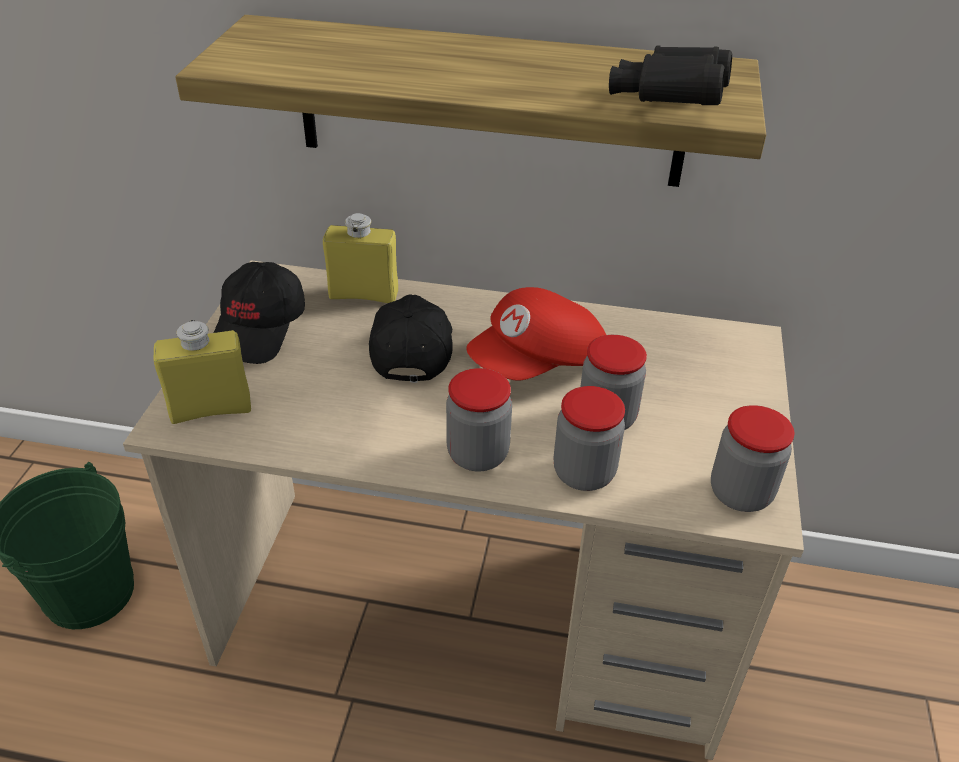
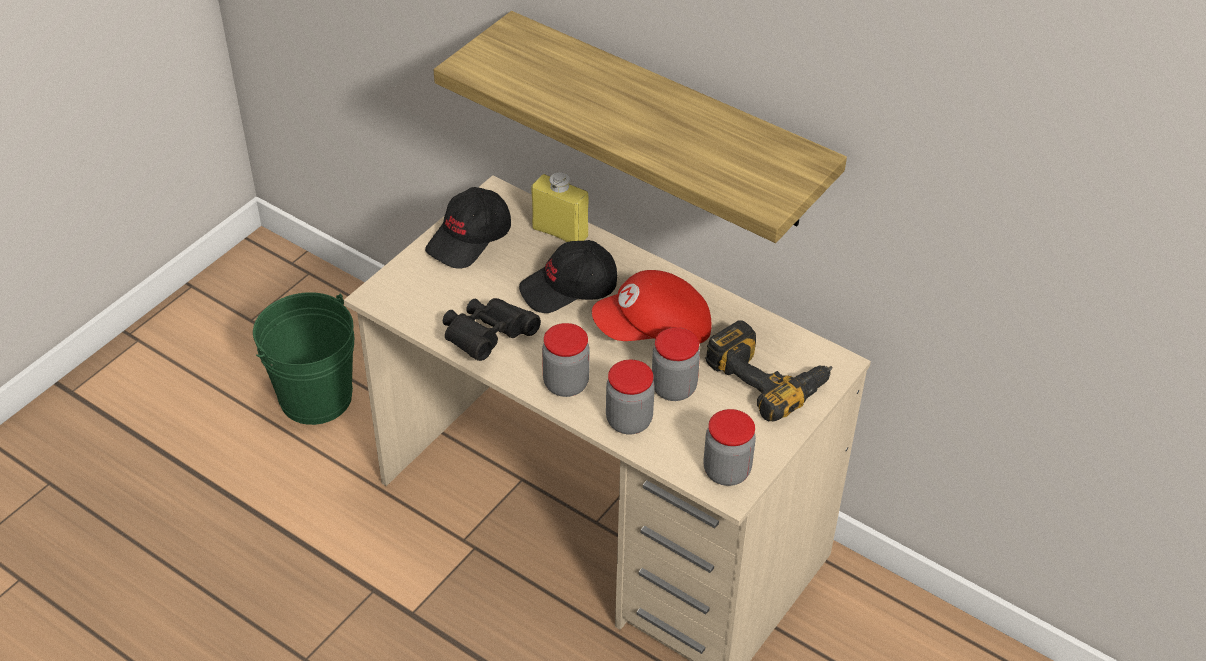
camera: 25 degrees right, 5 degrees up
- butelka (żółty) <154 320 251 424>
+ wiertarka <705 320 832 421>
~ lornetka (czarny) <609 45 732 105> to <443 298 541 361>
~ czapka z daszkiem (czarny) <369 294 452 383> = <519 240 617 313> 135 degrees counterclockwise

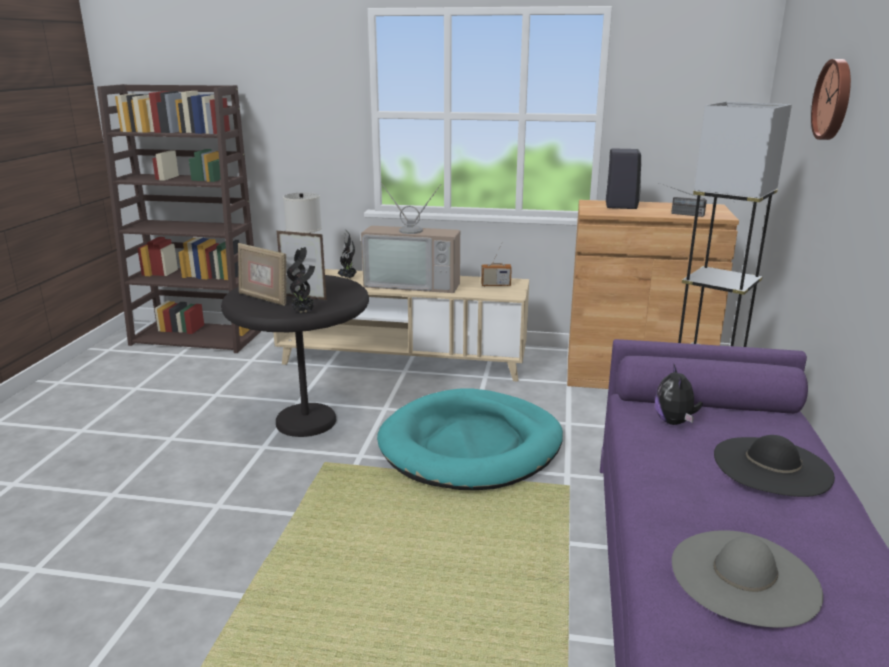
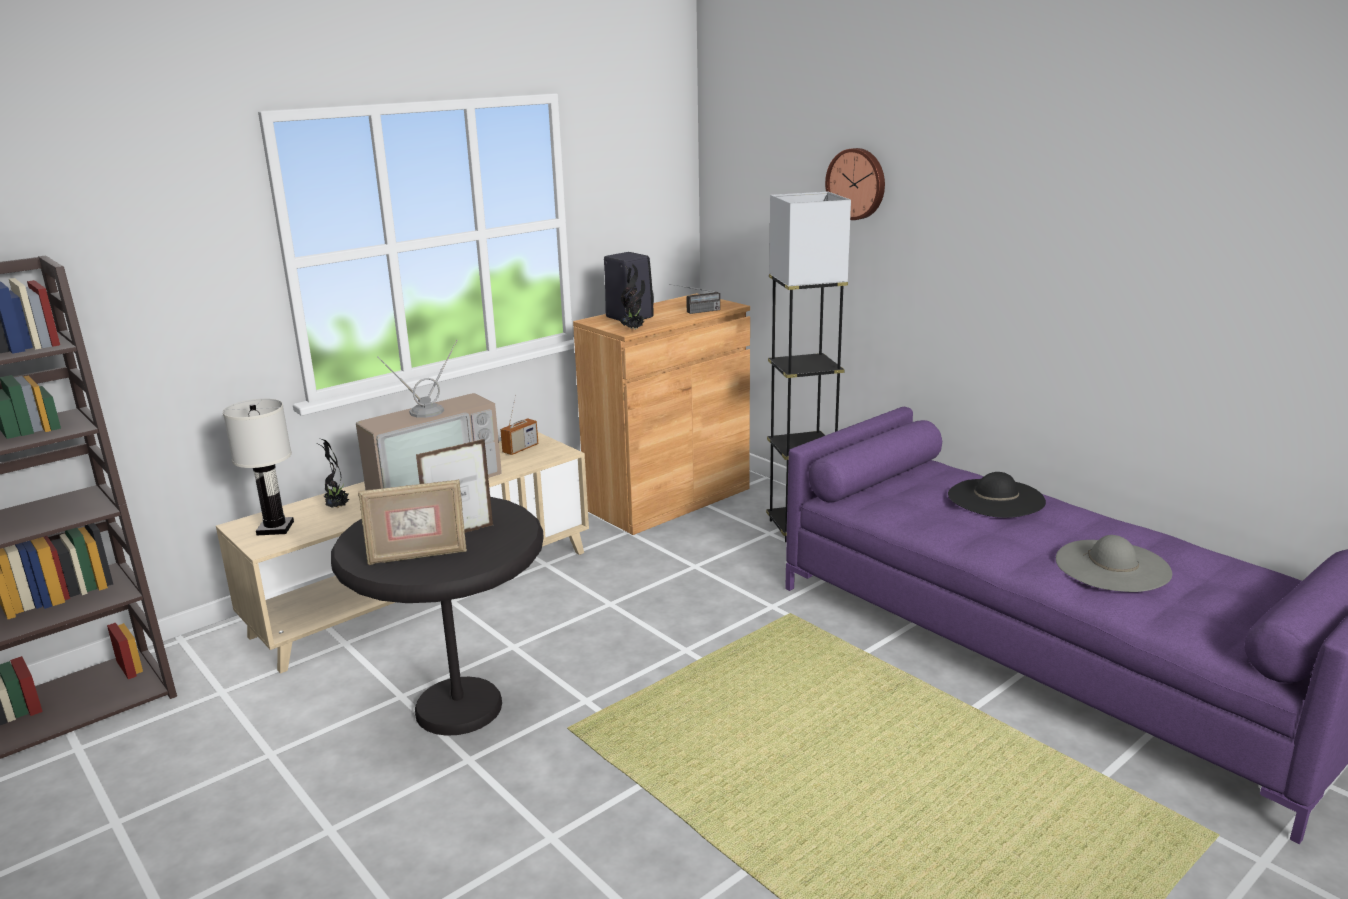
camera: 50 degrees left, 0 degrees up
- legowisko (turkusowy) <377 388 563 490>
- pluszak <655 365 703 425>
~ roślina doniczkowa <287 247 315 313> to <619 264 645 330>

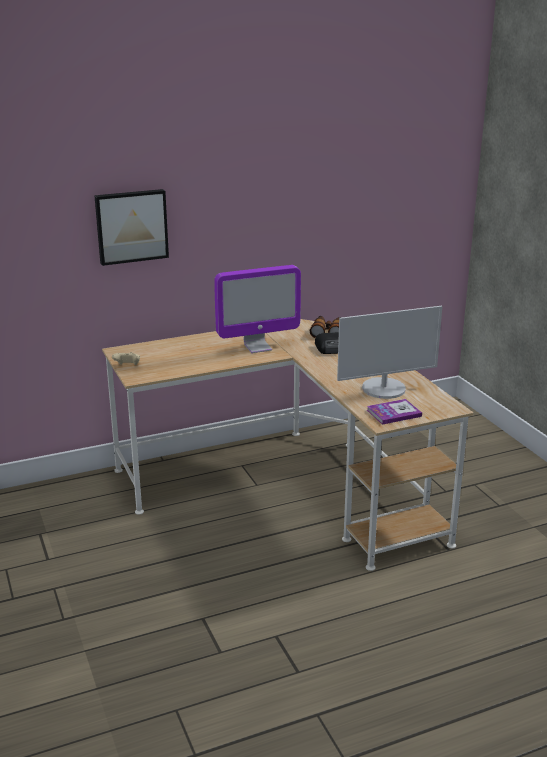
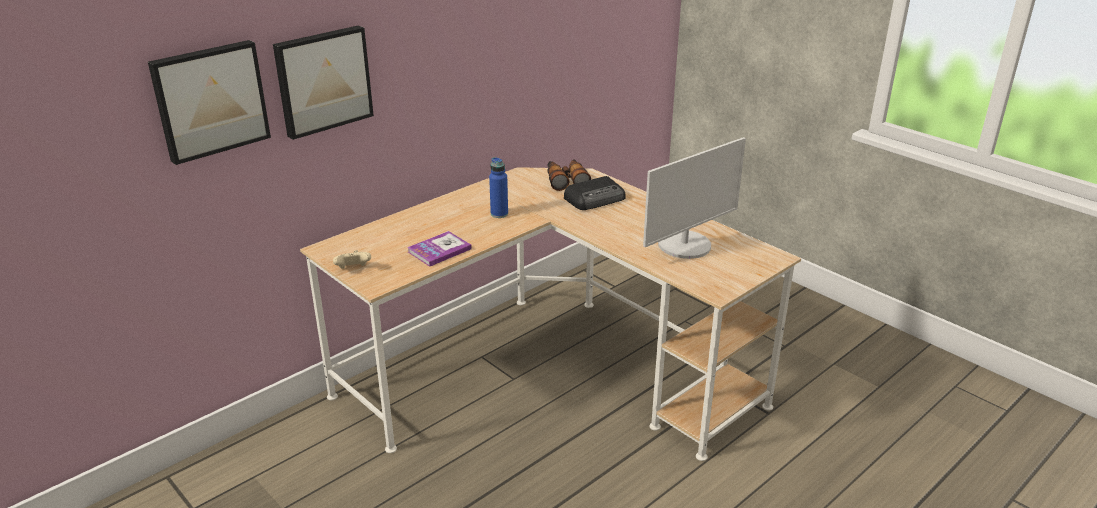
camera: 20 degrees left, 5 degrees up
+ obraz <148 40 271 165>
~ książka <367 399 422 425> to <407 231 472 267>
~ monitor <214 265 301 353> to butelka (niebieski) <489 157 508 218>

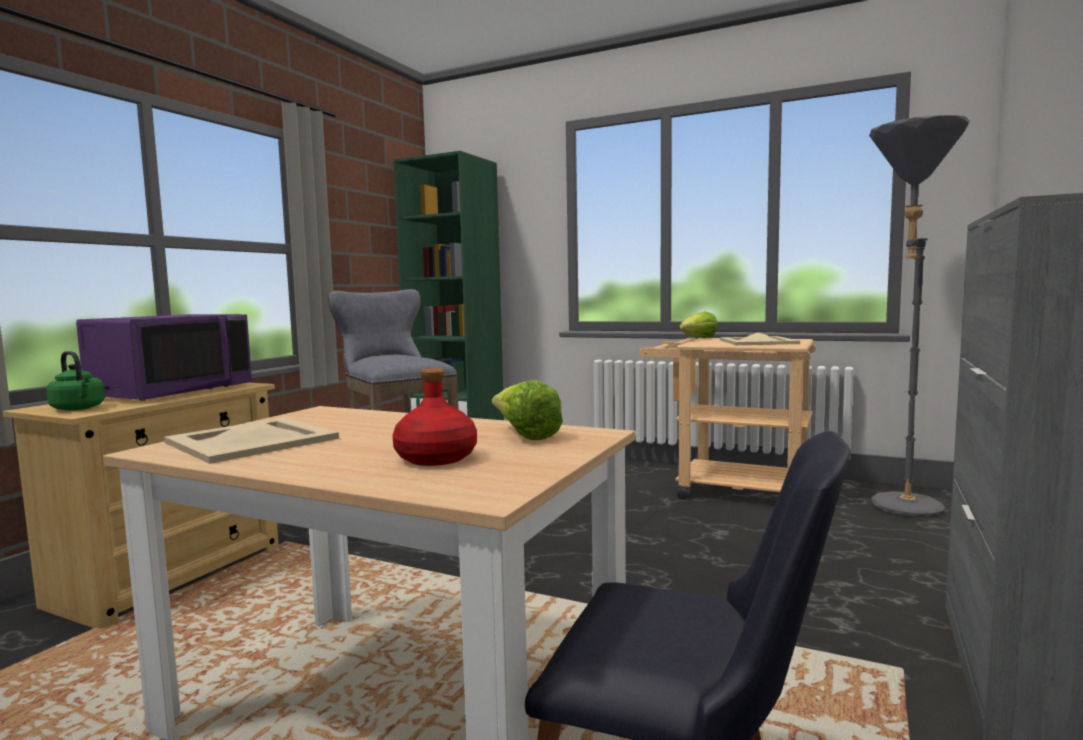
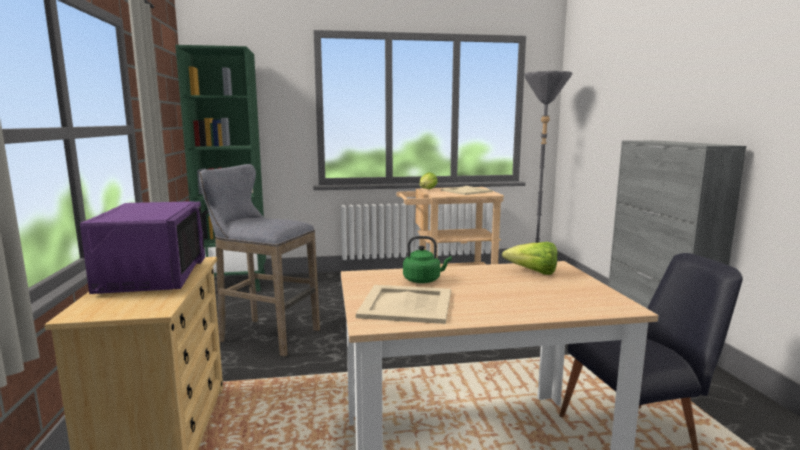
camera: 35 degrees left, 5 degrees up
- butelka (czerwony) <392 368 477 466>
~ czajnik (zielony) <46 351 105 411> to <403 236 452 283>

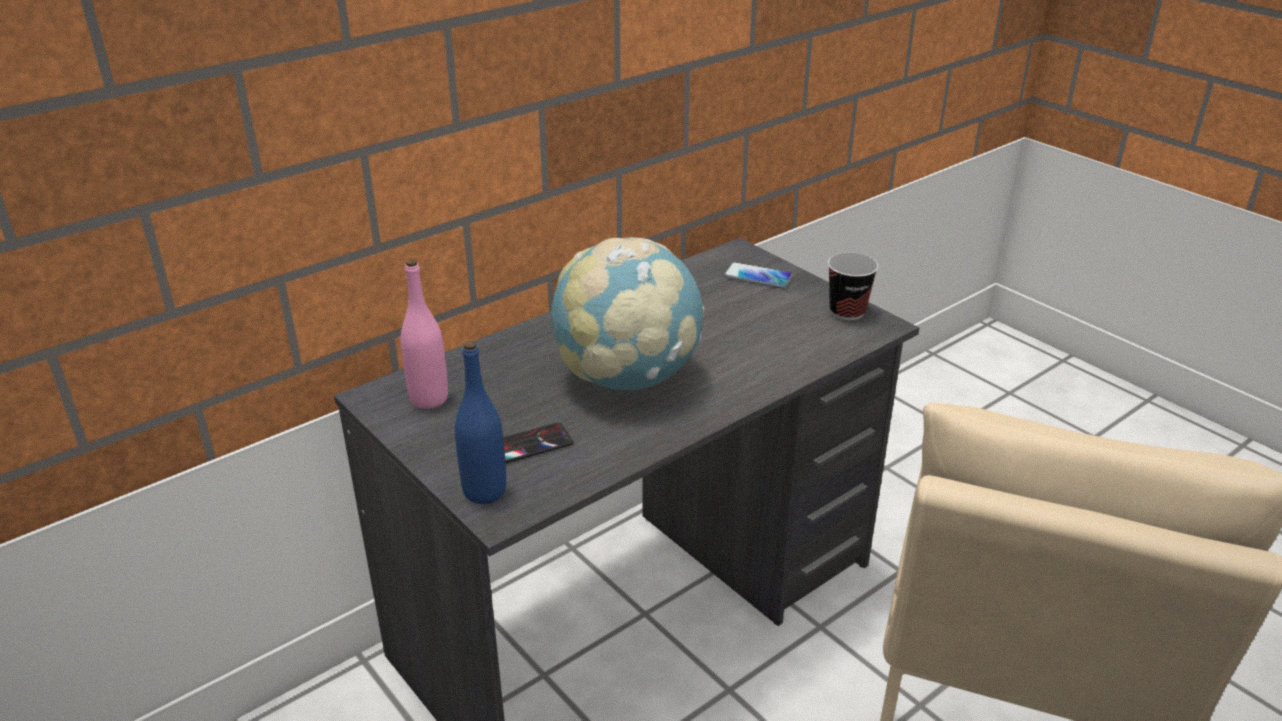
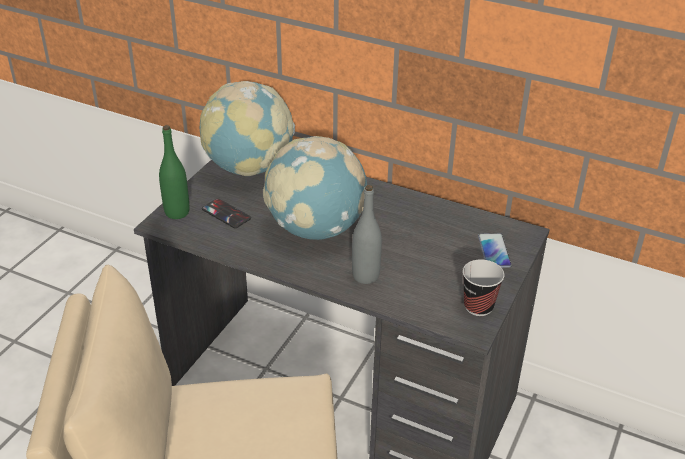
camera: 65 degrees right, 5 degrees up
+ butelka (szary) <352 185 382 284>
~ butelka (różowy) <401 259 448 409> to globus <200 81 295 176>
~ butelka (niebieski) <455 341 506 504> to butelka (zielony) <159 125 189 219>

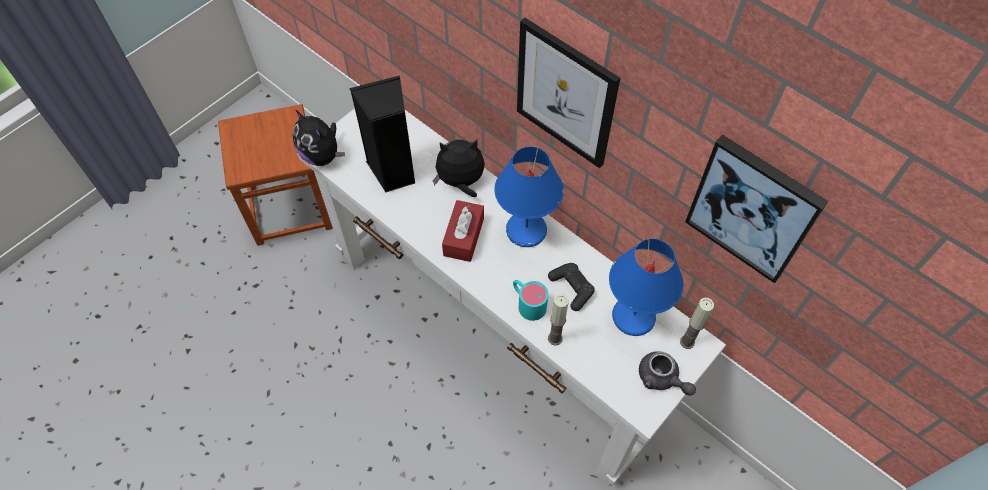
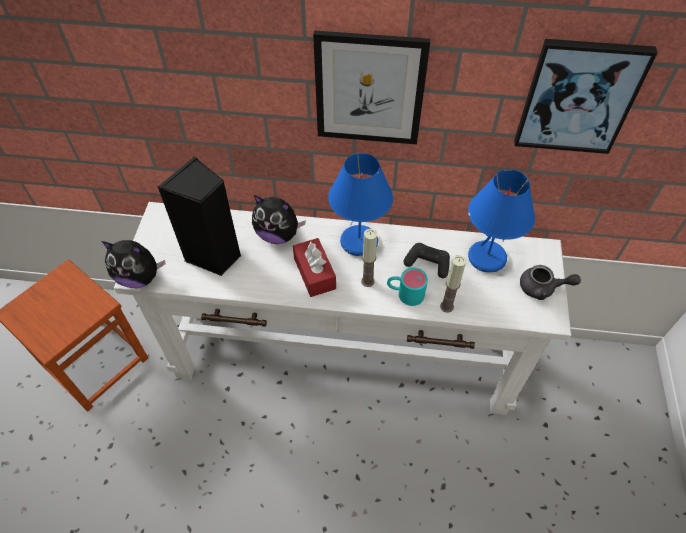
camera: 35 degrees left, 5 degrees down
~ świeca <680 298 714 349> to <361 229 377 287>
~ pluszak <433 140 485 197> = <252 195 306 244> 120 degrees counterclockwise

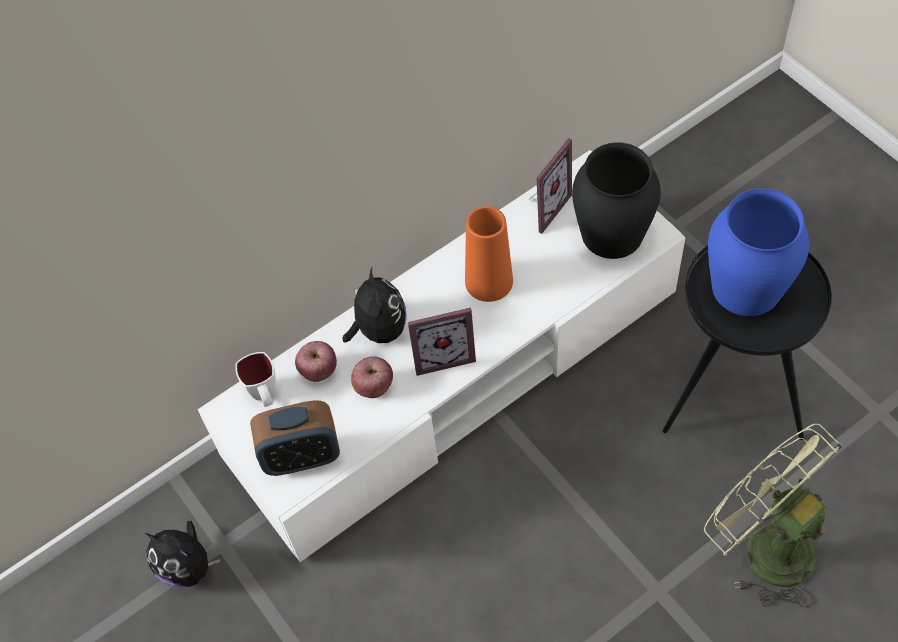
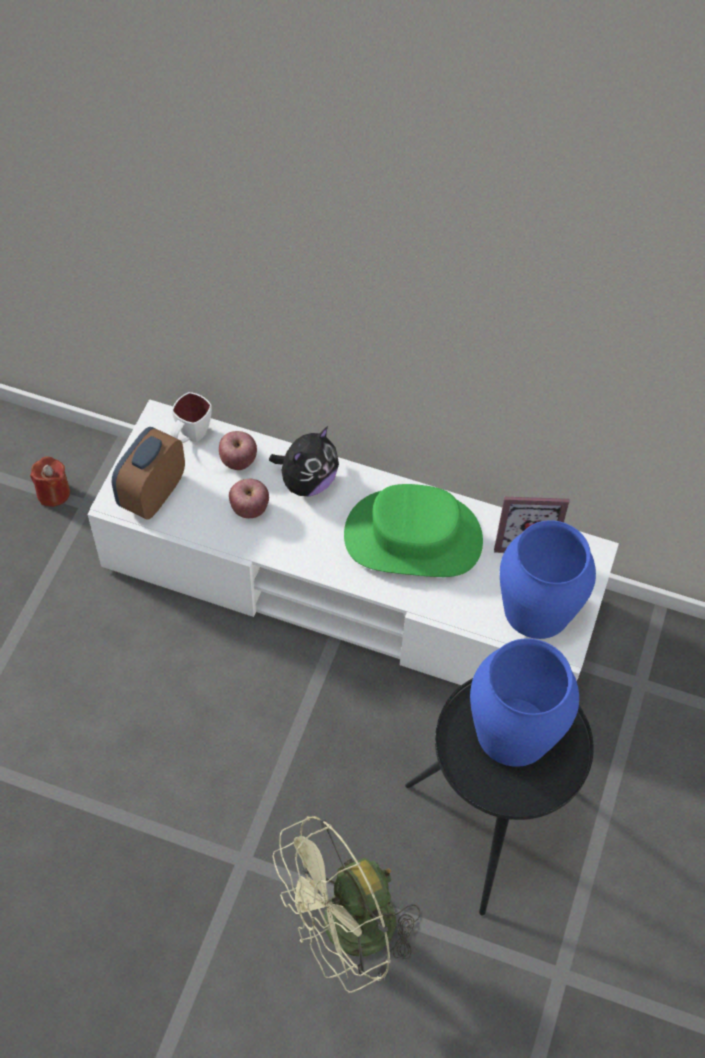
camera: 50 degrees right, 0 degrees up
- ramka na zdjęcie <408 308 476 376>
~ pluszak <145 521 220 588> to świeca (czerwony) <30 457 70 507>
~ wazon (pomarańczowy) <465 206 513 302> to kapelusz (zielony) <344 484 483 577>
~ wazon (czarny) <572 142 661 259> to wazon (niebieski) <500 520 596 639>
~ budzik <250 400 340 476> = <112 427 185 520> 75 degrees clockwise
~ wentylator (zielony) <704 424 842 607> = <273 816 420 993> 135 degrees counterclockwise

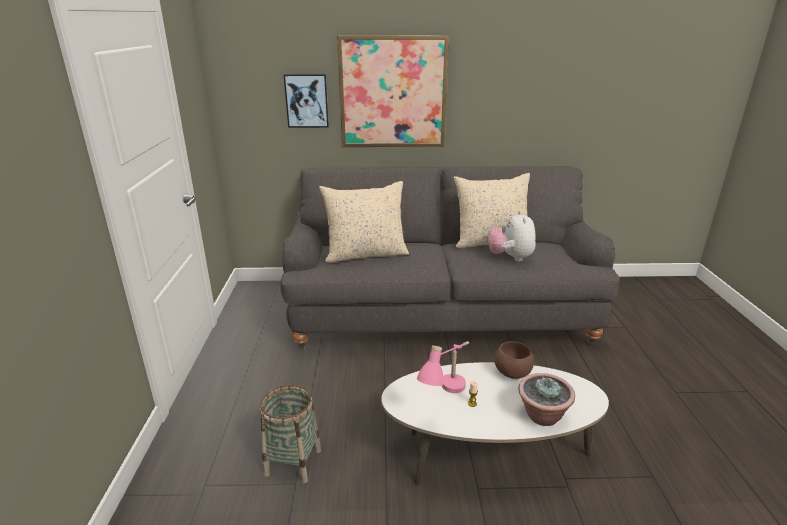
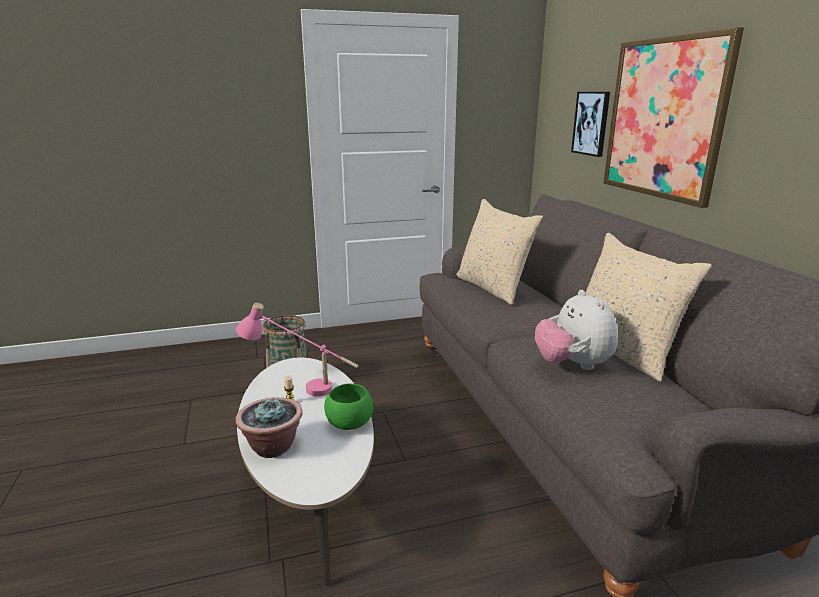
camera: 75 degrees right, 5 degrees down
~ miska (brązowy) <494 341 534 379> to miska (zielony) <324 383 373 430>
~ pluszak <488 211 536 261> = <535 290 618 370> 90 degrees counterclockwise

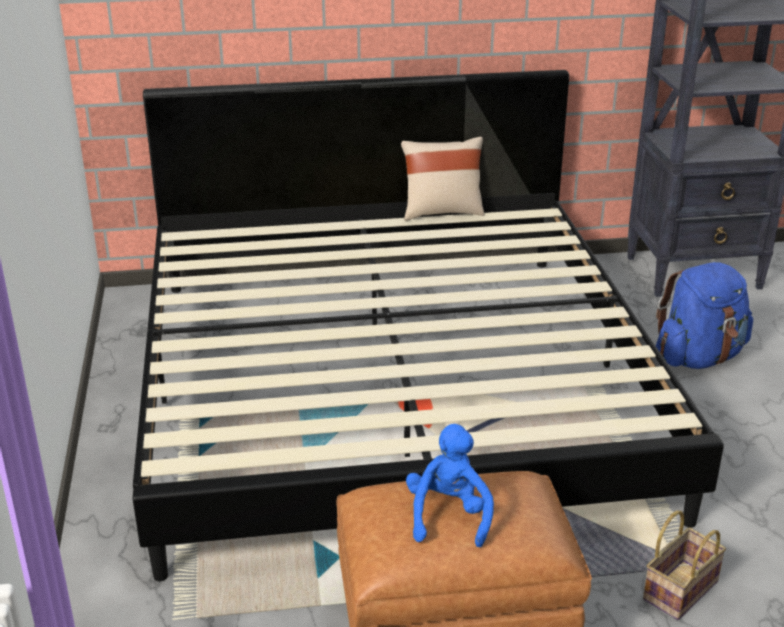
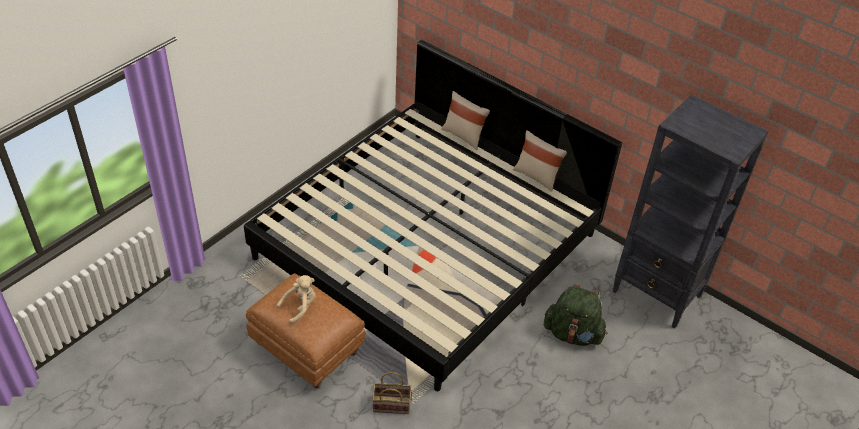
camera: 45 degrees right, 15 degrees up
+ poduszka (beżowy) <441 91 490 150>
~ pluszak (niebieski) <406 424 494 547> to pluszak (beżowy) <276 275 316 325>
~ plecak (niebieski) <656 262 753 369> to plecak (zielony) <544 284 607 346>

